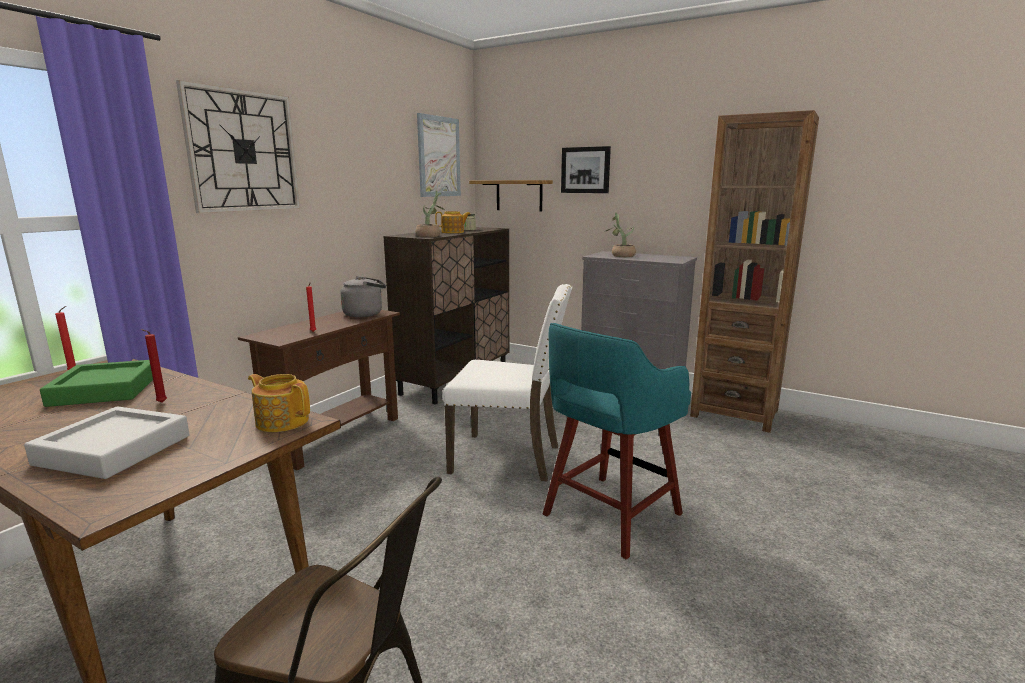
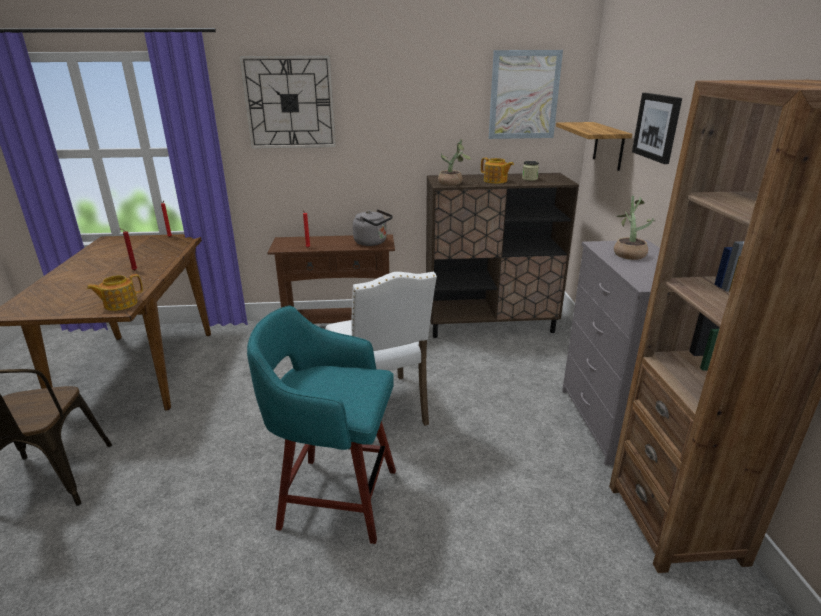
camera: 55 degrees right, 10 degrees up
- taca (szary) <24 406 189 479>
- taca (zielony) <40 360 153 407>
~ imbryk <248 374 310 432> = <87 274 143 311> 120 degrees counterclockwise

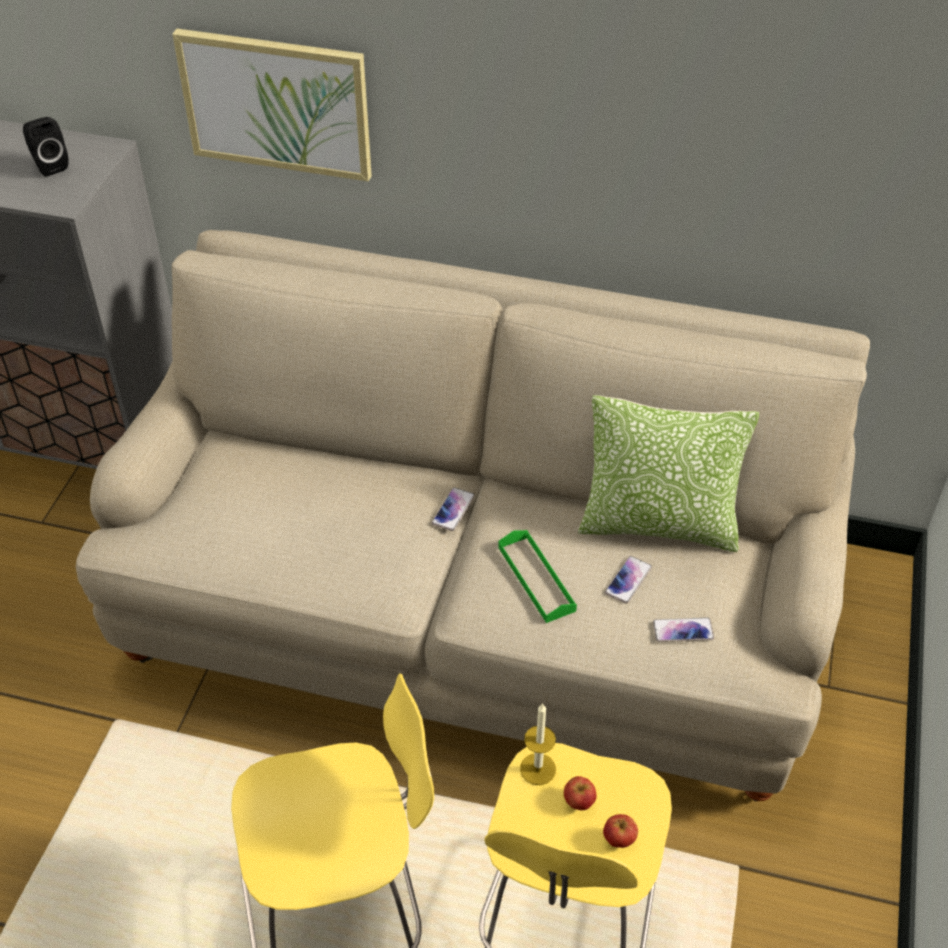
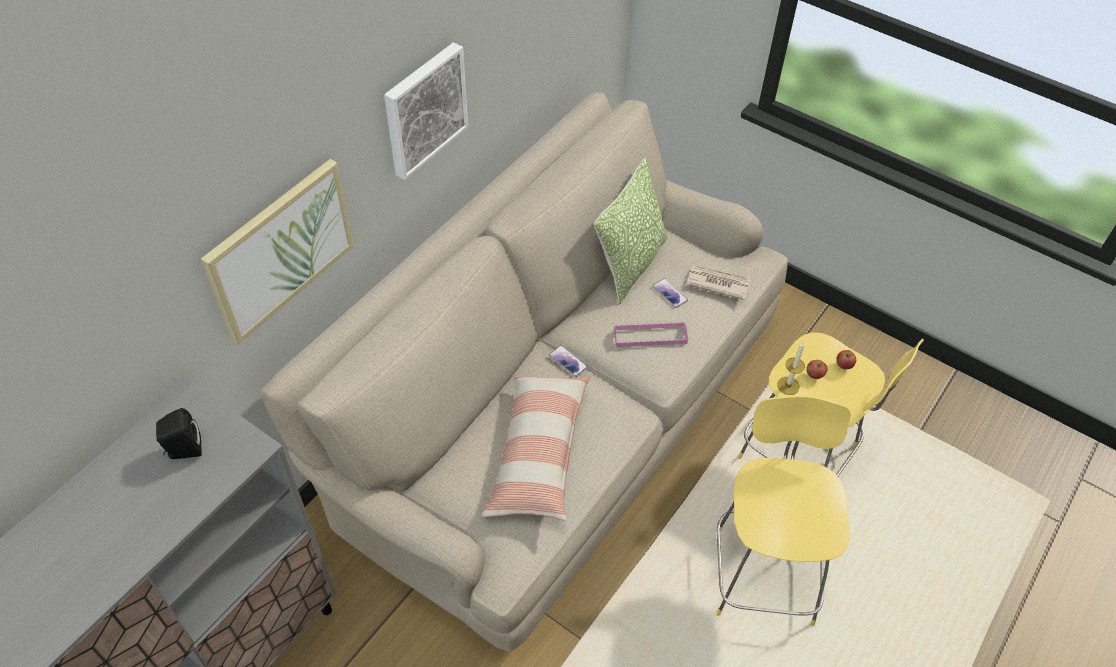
camera: 70 degrees left, 5 degrees up
+ obraz <384 42 468 180>
+ poduszka <481 375 590 521>
~ telefon <653 618 714 642> to gazeta <687 266 750 300>
~ taca (zielony) <498 530 577 623> to taca (różowy) <614 322 688 347>

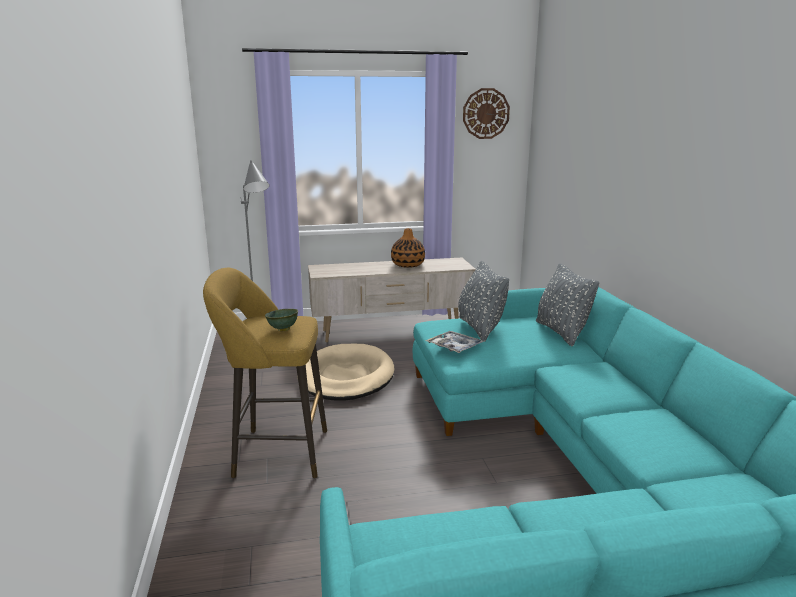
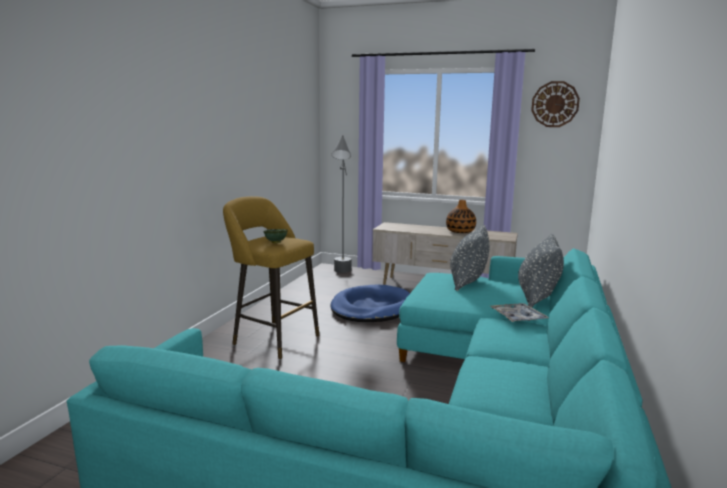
camera: 30 degrees right, 5 degrees down
~ taca <425 331 484 353> to <490 303 549 322>
~ legowisko (beżowy) <297 344 394 401> to legowisko (niebieski) <330 285 410 322>

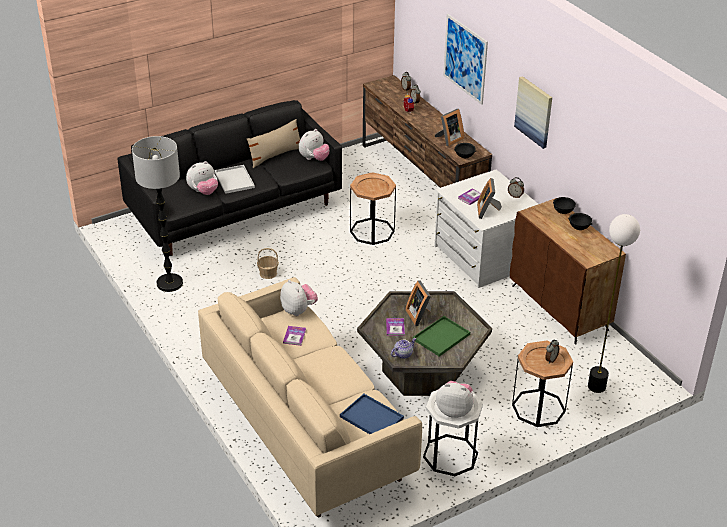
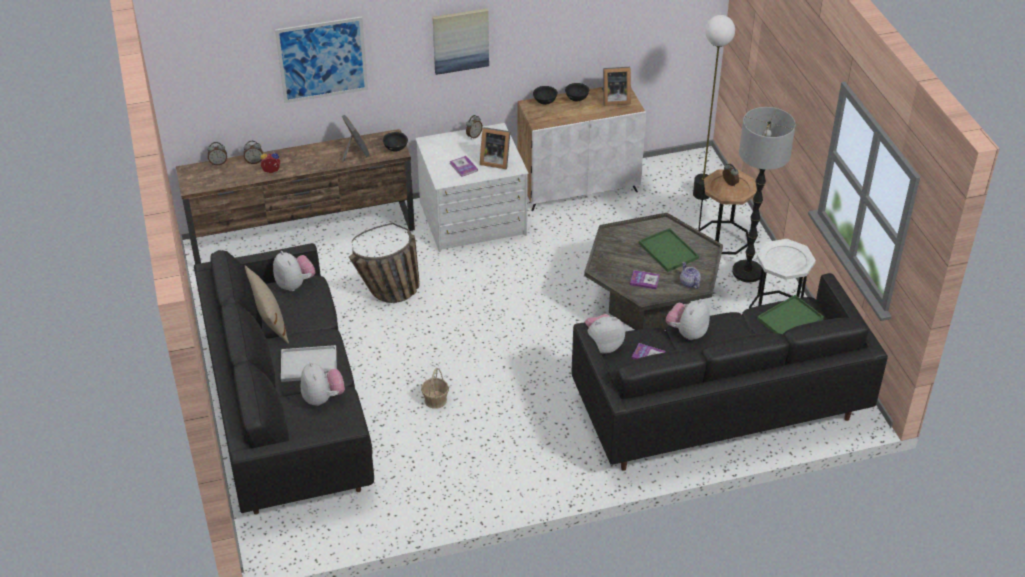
camera: 75 degrees left, 5 degrees up
~ lampa stojąca <132 136 183 292> to <732 107 796 283>
~ ramka na zdjęcie <405 281 431 326> to <602 67 631 106>
~ pluszak <436 381 473 418> to <666 299 710 340>
~ stolik (brązowy) <350 172 396 245> to koszyk <349 223 420 303>
~ kanapa (beżowy) <198 277 422 517> to kanapa (czarny) <571 273 888 471>
~ taca (niebieski) <340 394 404 434> to taca (zielony) <757 295 824 334>
~ szafka (brązowy) <510 198 626 344> to szafka (biały) <517 87 646 211>

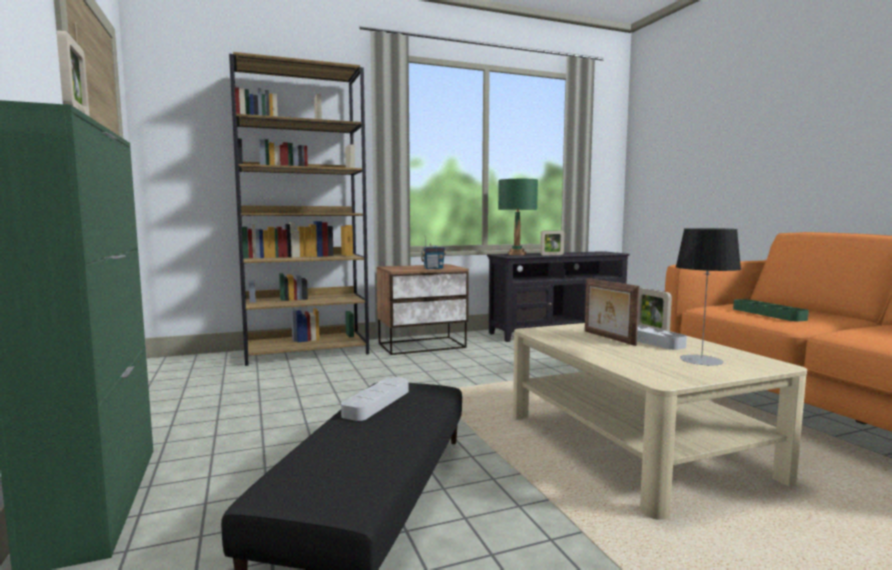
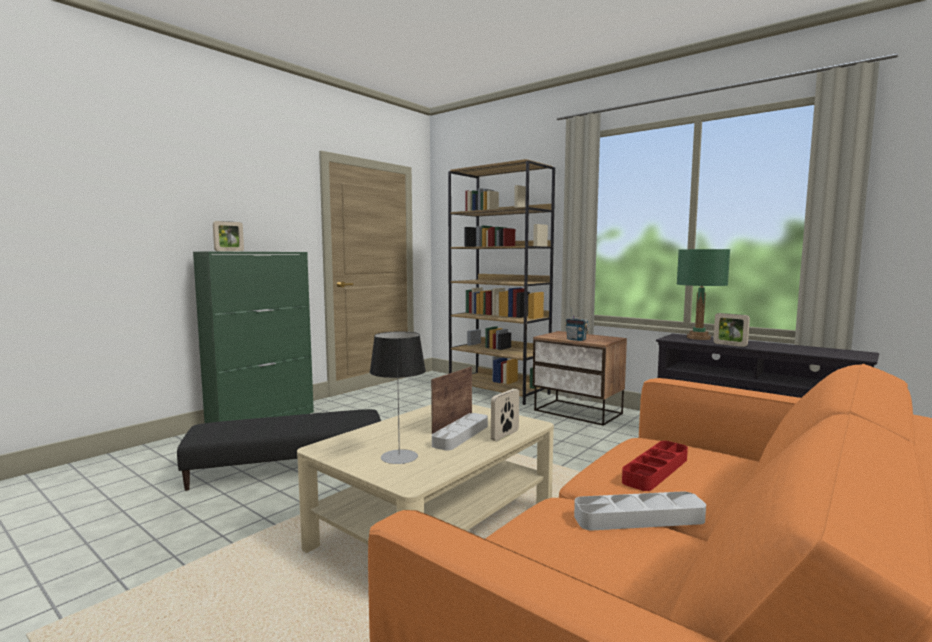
camera: 60 degrees right, 0 degrees up
~ taca (szary) <341 377 409 421> to <574 491 706 531>
~ taca (zielony) <733 299 809 321> to taca (czerwony) <622 441 688 491>

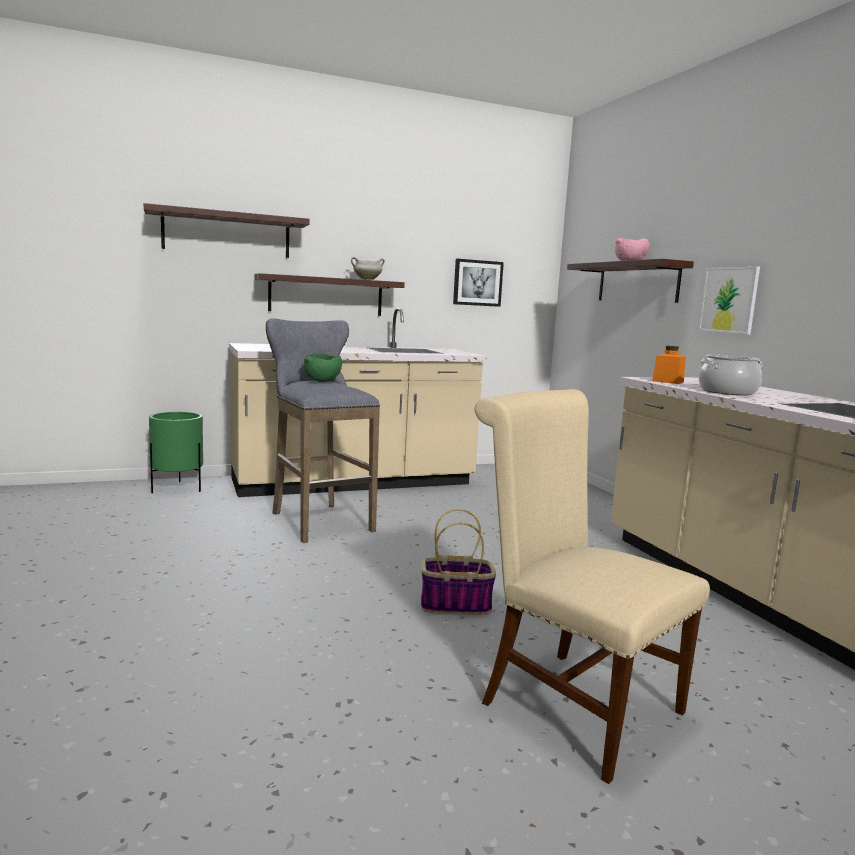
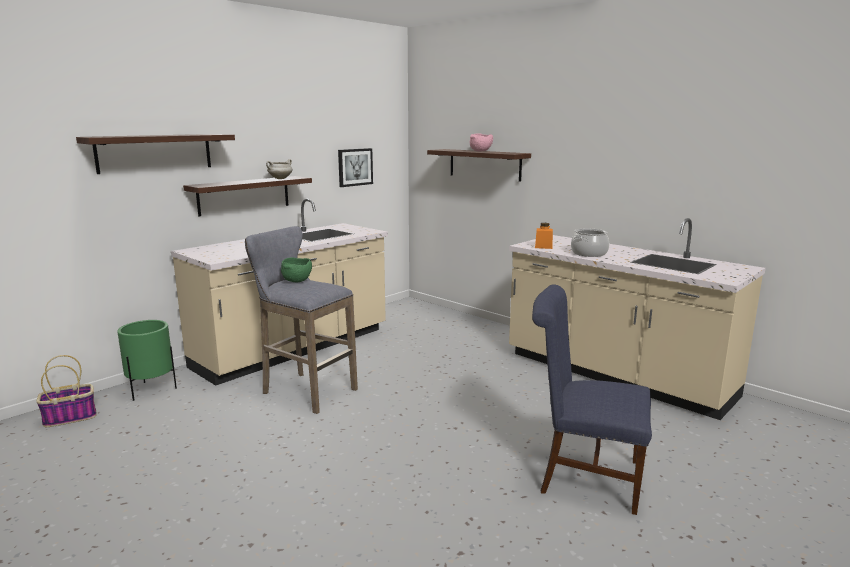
camera: 25 degrees left, 5 degrees up
- obraz <699 266 760 334>
~ koszyk <421 509 496 615> to <36 355 97 427>
~ krzesło (beżowy) <474 389 710 784> to krzesło (niebieski) <532 284 652 515>

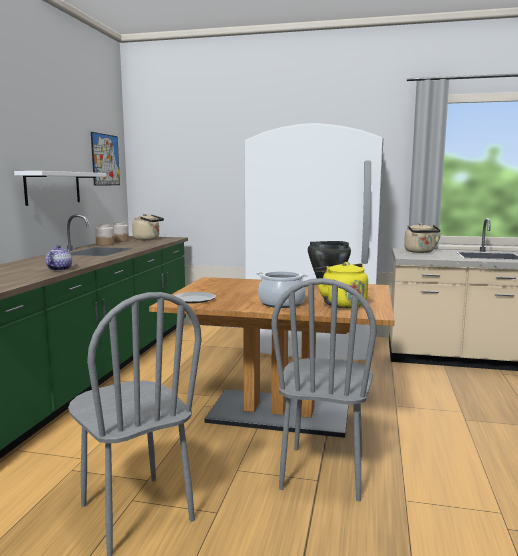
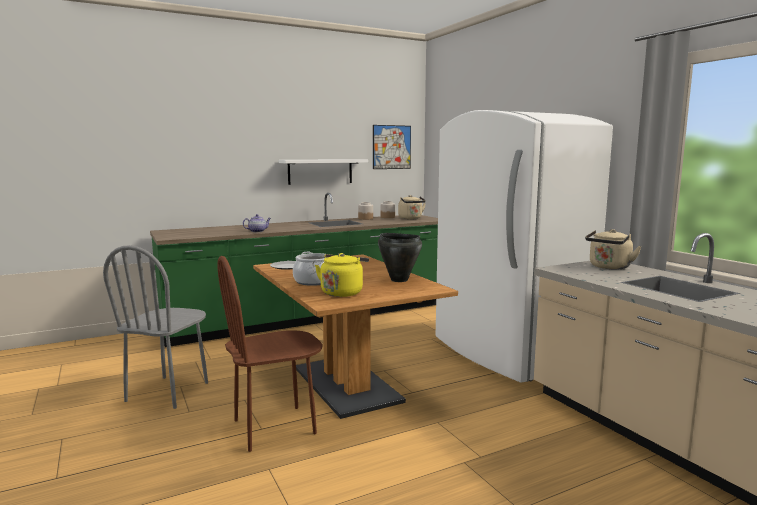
camera: 50 degrees right, 0 degrees up
~ krzesło (szary) <271 278 377 501> to krzesło (brązowy) <218 256 323 452>

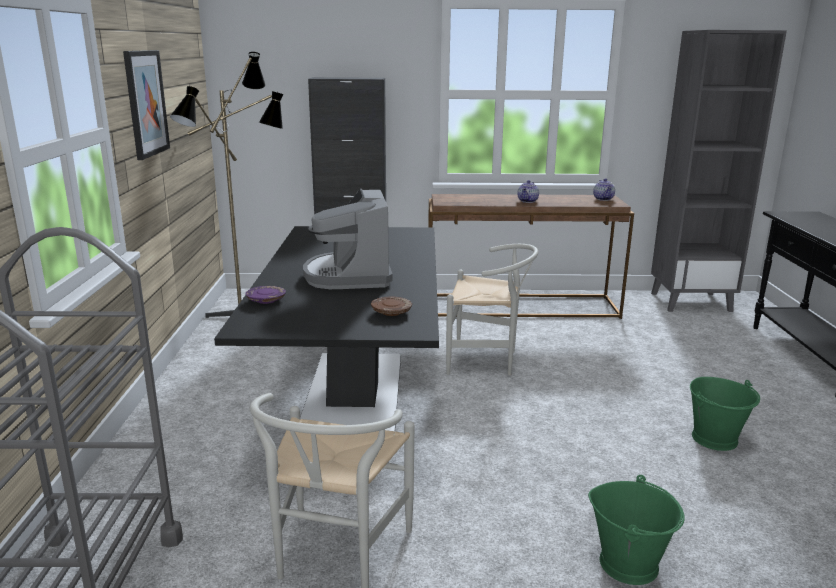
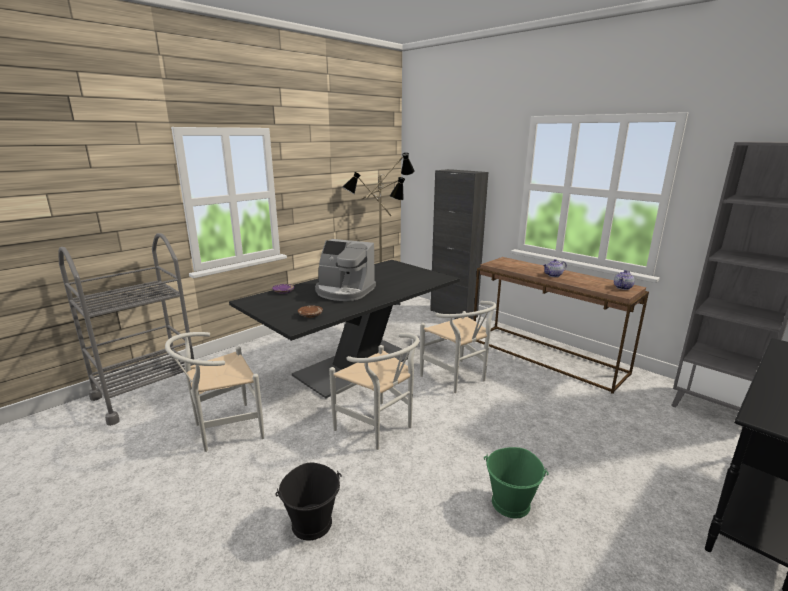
camera: 45 degrees right, 0 degrees up
- obraz <123 50 170 160>
+ krzesło (biały) <329 333 419 450>
~ wiadro (zielony) <588 475 685 585> to wiadro (czarny) <275 463 342 541>
~ ekspres do kawy <303 189 393 289> = <315 239 376 301> 105 degrees counterclockwise

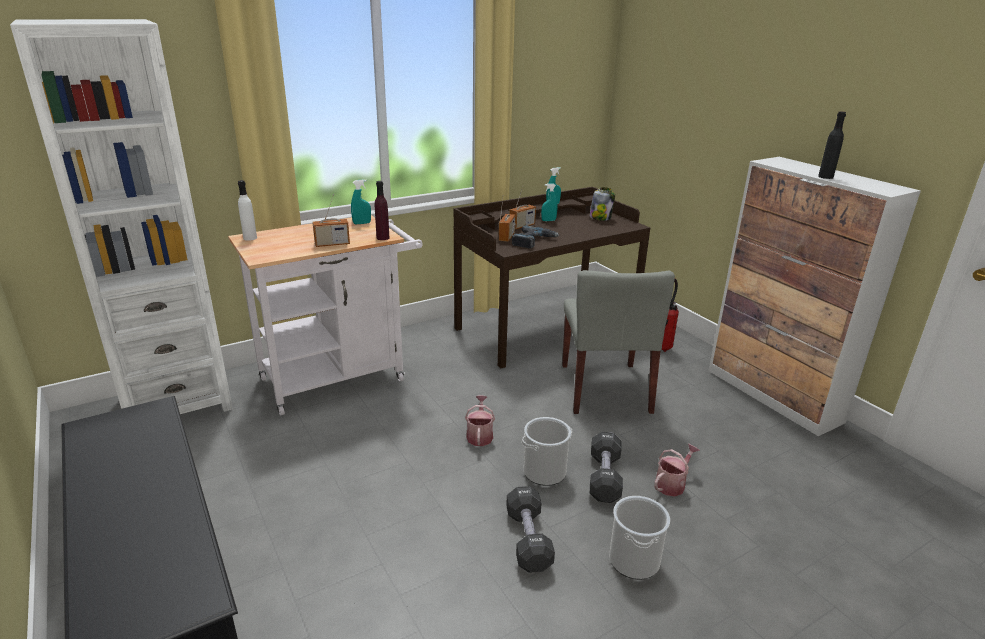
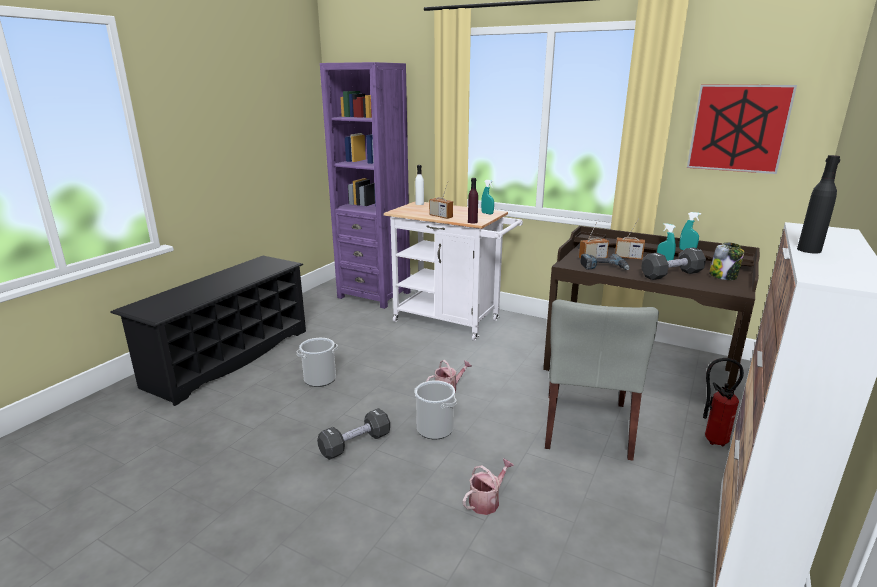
camera: 60 degrees right, 5 degrees down
+ obraz <687 84 797 174>
~ hantel (czarny) <590 432 623 503> to <641 247 706 280>
~ wiadro <609 496 670 580> to <297 338 338 387>
~ regał (biały) <10 19 233 414> to regał (fioletowy) <320 62 411 309>
~ krzesło (szary) <562 270 675 414> = <545 300 659 461> 45 degrees counterclockwise
~ konewka <654 444 700 497> = <463 459 514 515> 60 degrees counterclockwise

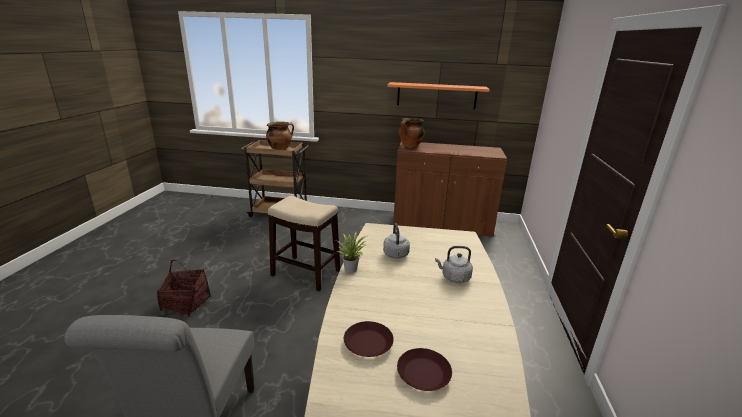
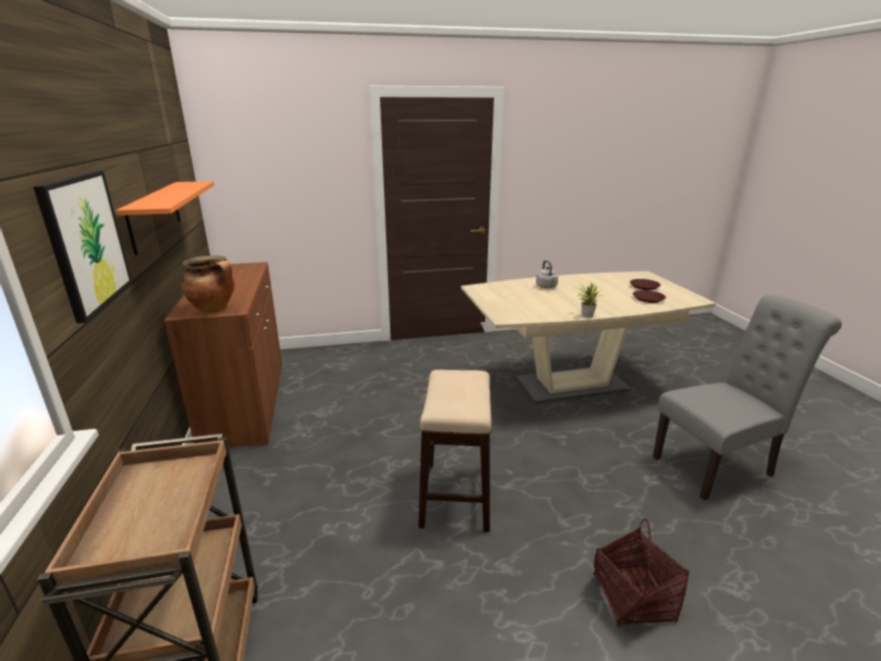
camera: 110 degrees left, 0 degrees up
- garnek <266 122 294 150>
- czajnik (szary) <383 223 410 259>
+ obraz <33 171 132 323>

